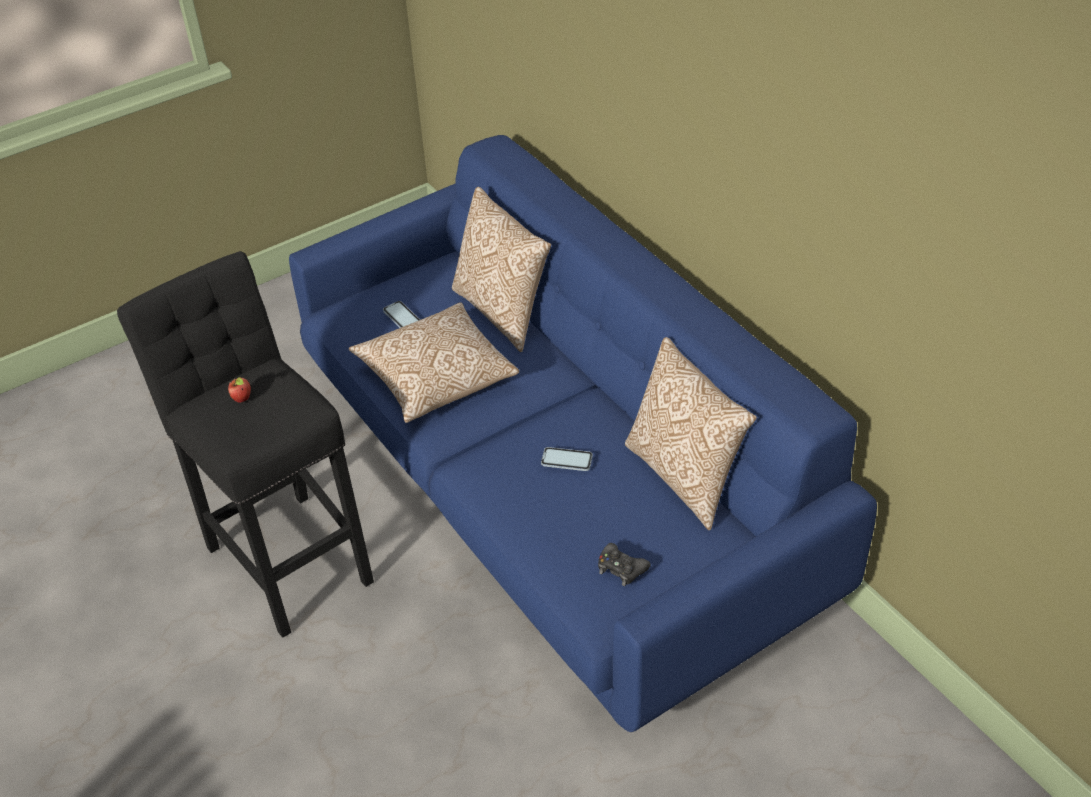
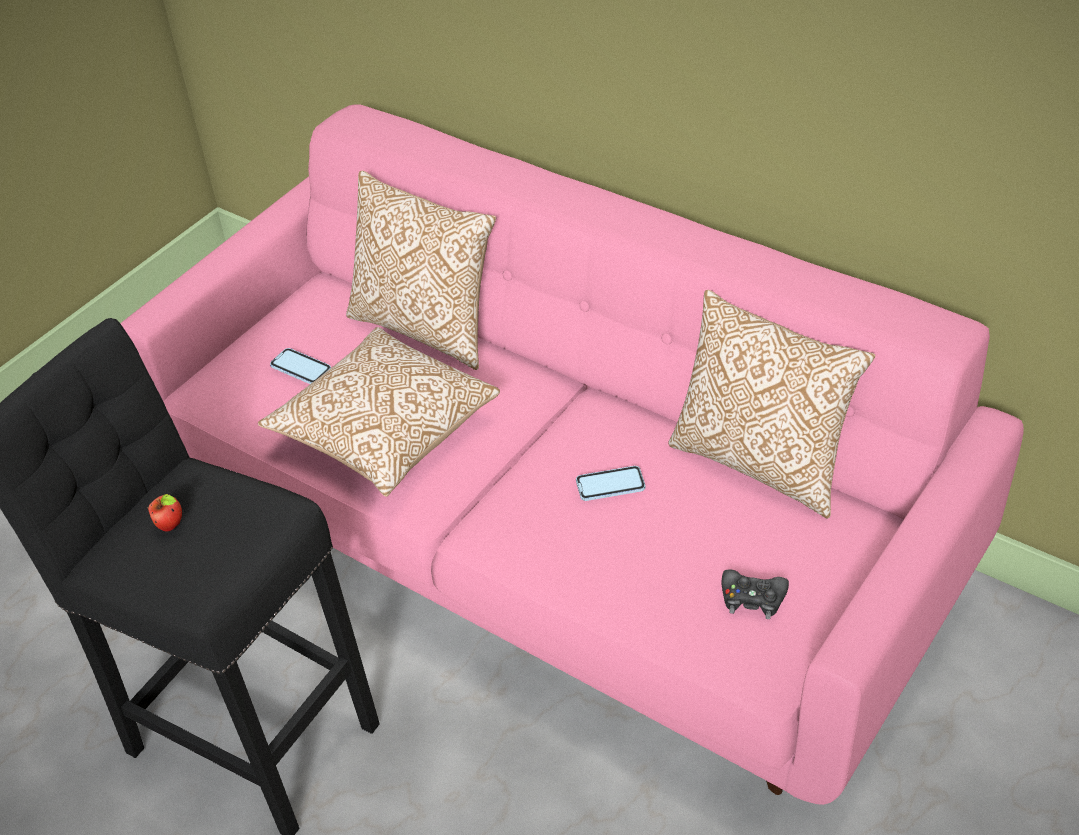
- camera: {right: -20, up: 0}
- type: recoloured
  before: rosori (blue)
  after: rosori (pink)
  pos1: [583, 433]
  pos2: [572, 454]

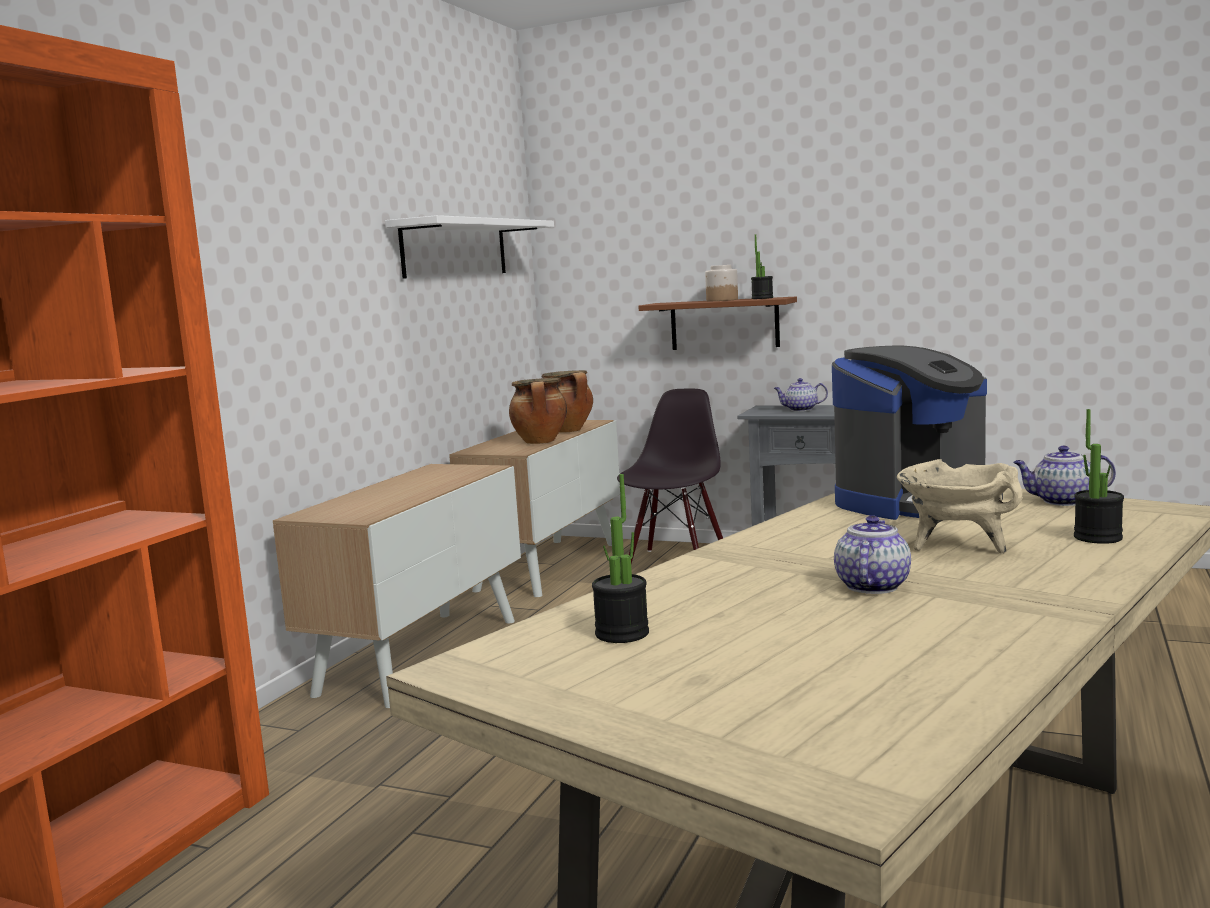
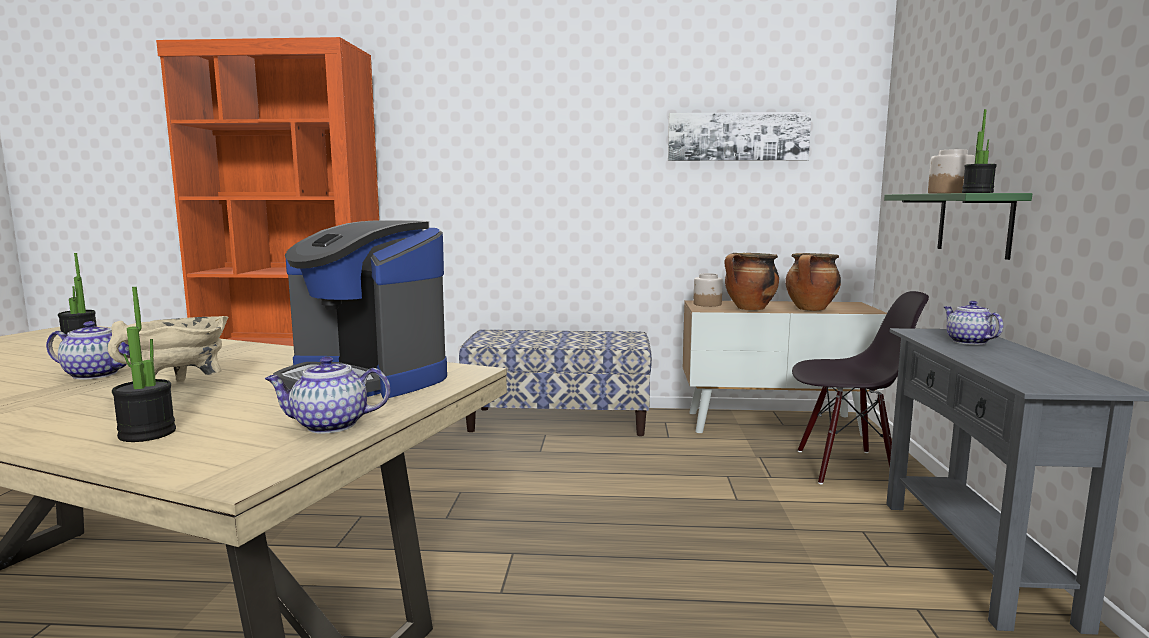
- camera: {right: 70, up: 0}
- type: replaced
  before: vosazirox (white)
  after: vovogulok
  pos1: [469, 247]
  pos2: [739, 136]
- type: recoloured
  before: vosazirox (brown)
  after: vosazirox (green)
  pos1: [717, 323]
  pos2: [958, 226]
- type: turned
  before: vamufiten
  pos1: [1064, 476]
  pos2: [327, 394]
  turn: -90
- type: replaced
  before: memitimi
  after: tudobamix
  pos1: [397, 586]
  pos2: [555, 383]
- type: added
  after: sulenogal
  pos2: [708, 290]

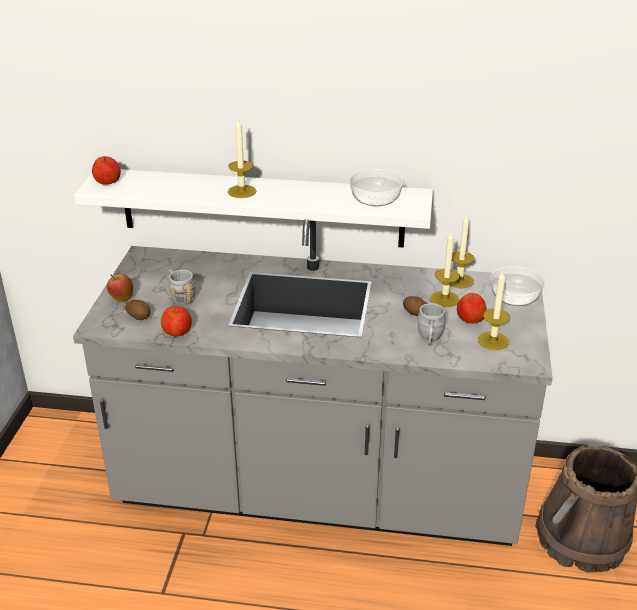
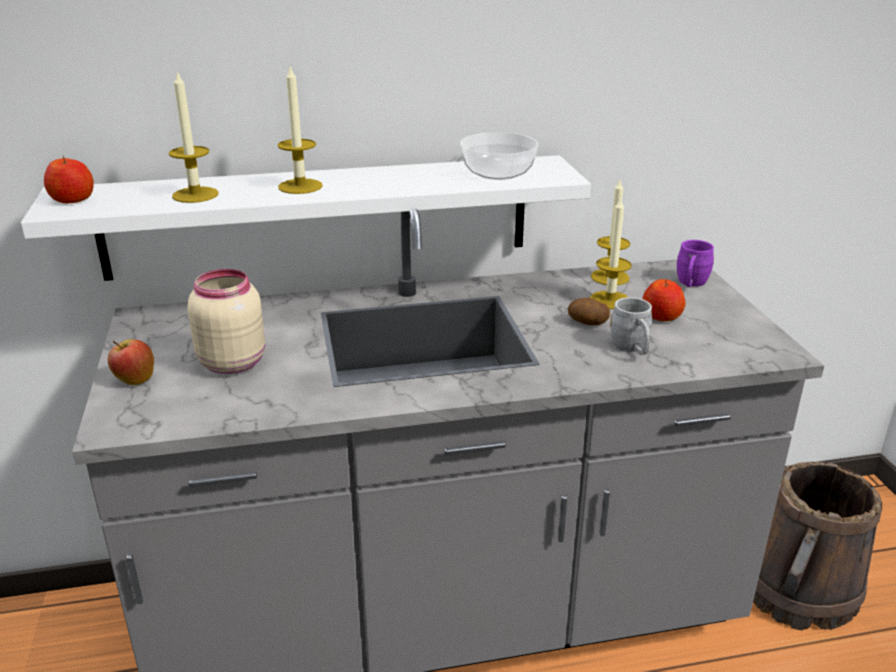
- camera: {right: -20, up: -5}
- type: replaced
  before: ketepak
  after: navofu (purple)
  pos1: [517, 286]
  pos2: [695, 263]
- type: replaced
  before: navofu (grey)
  after: sulenogal (beige)
  pos1: [181, 287]
  pos2: [226, 321]
- type: moved
  before: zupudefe
  pos1: [494, 310]
  pos2: [194, 137]
- type: removed
  before: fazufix
  pos1: [138, 310]
- type: removed
  before: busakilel
  pos1: [176, 321]

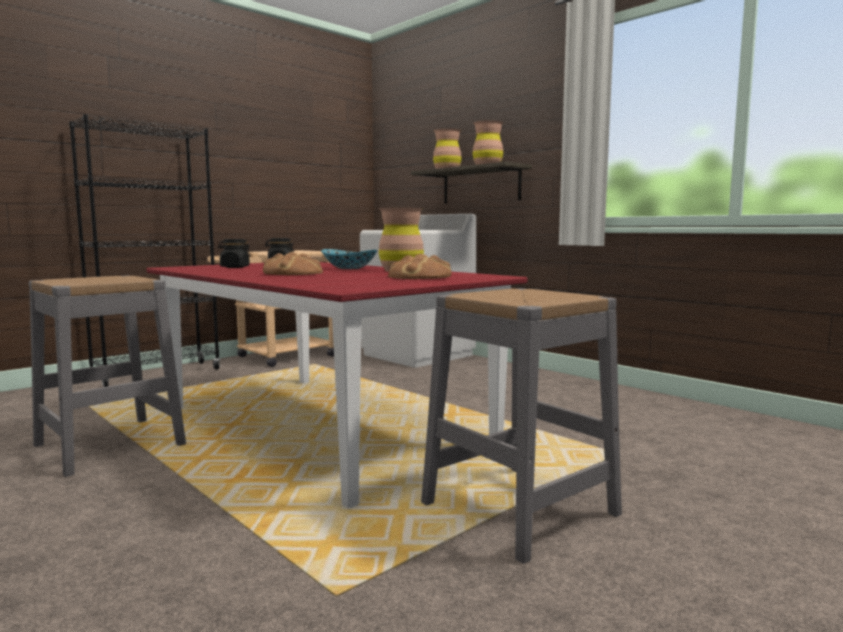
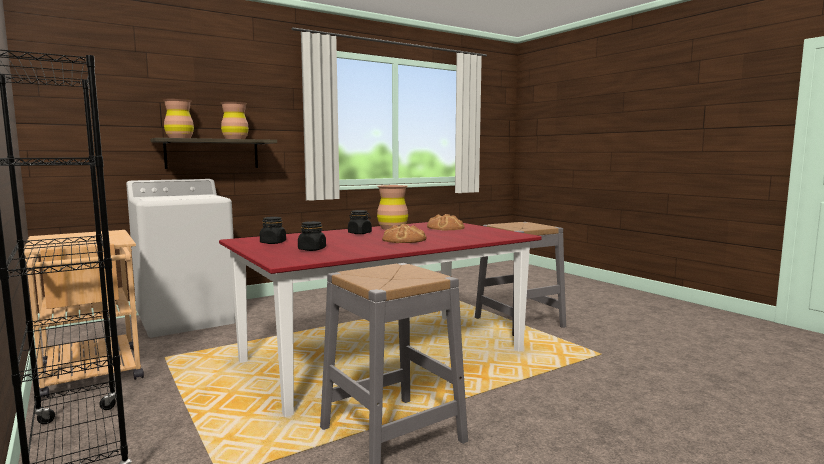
- camera: {right: -80, up: 0}
- type: replaced
  before: ketepak
  after: sulenogal (black)
  pos1: [349, 259]
  pos2: [360, 222]

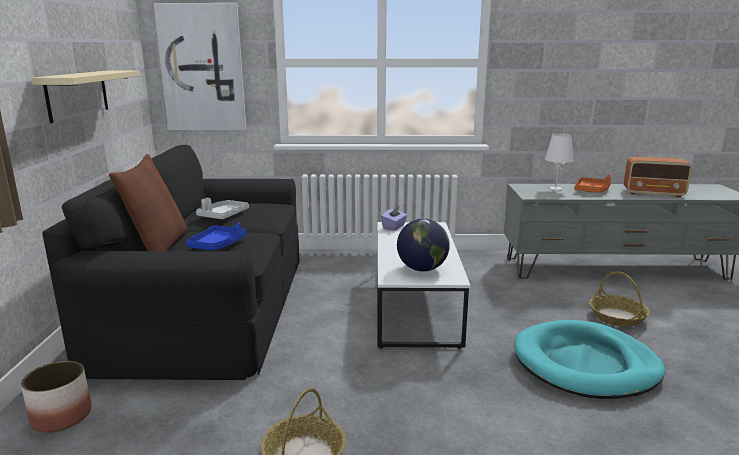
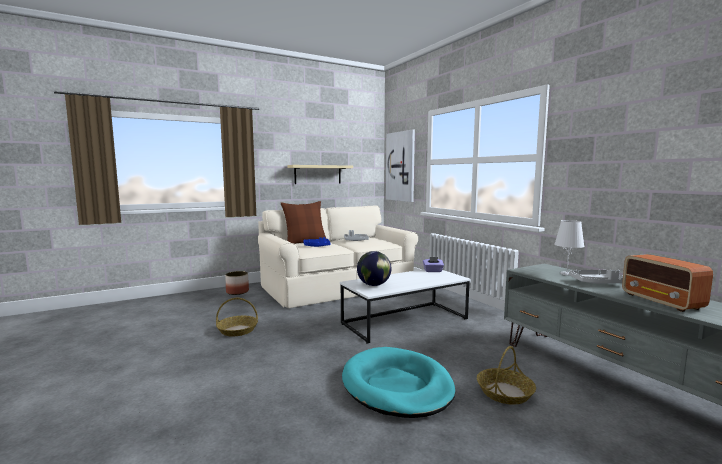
- camera: {right: 60, up: -10}
- type: recoloured
  before: rosori (black)
  after: rosori (beige)
  pos1: [170, 262]
  pos2: [338, 257]
- type: recoloured
  before: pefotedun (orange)
  after: pefotedun (grey)
  pos1: [592, 184]
  pos2: [596, 277]

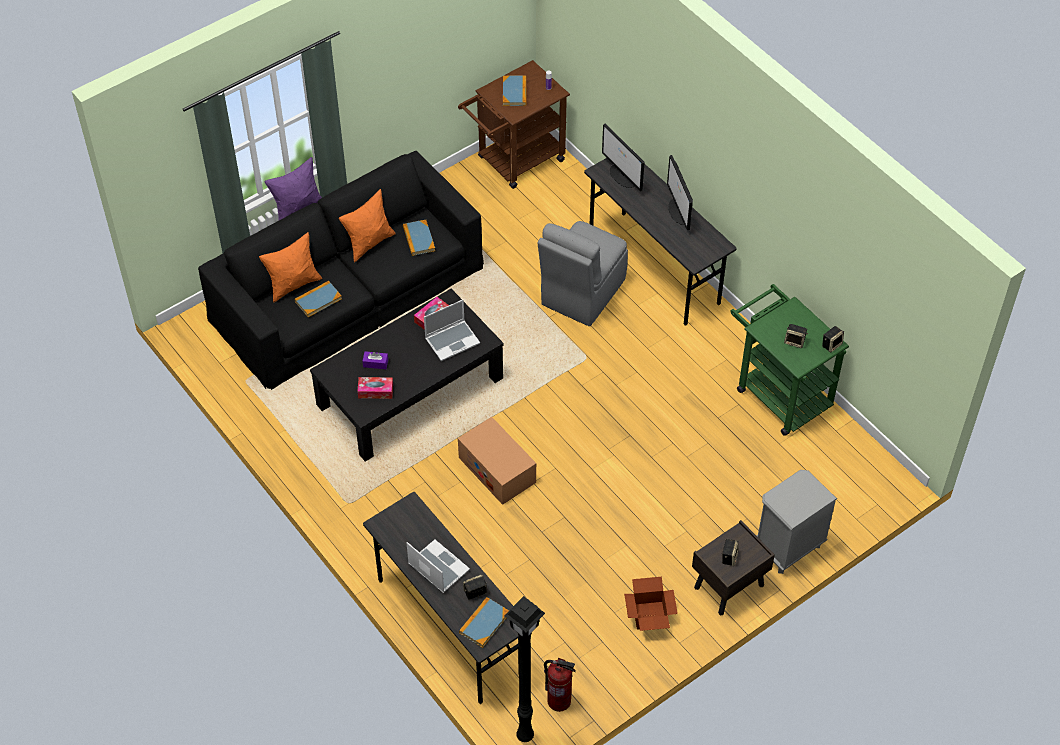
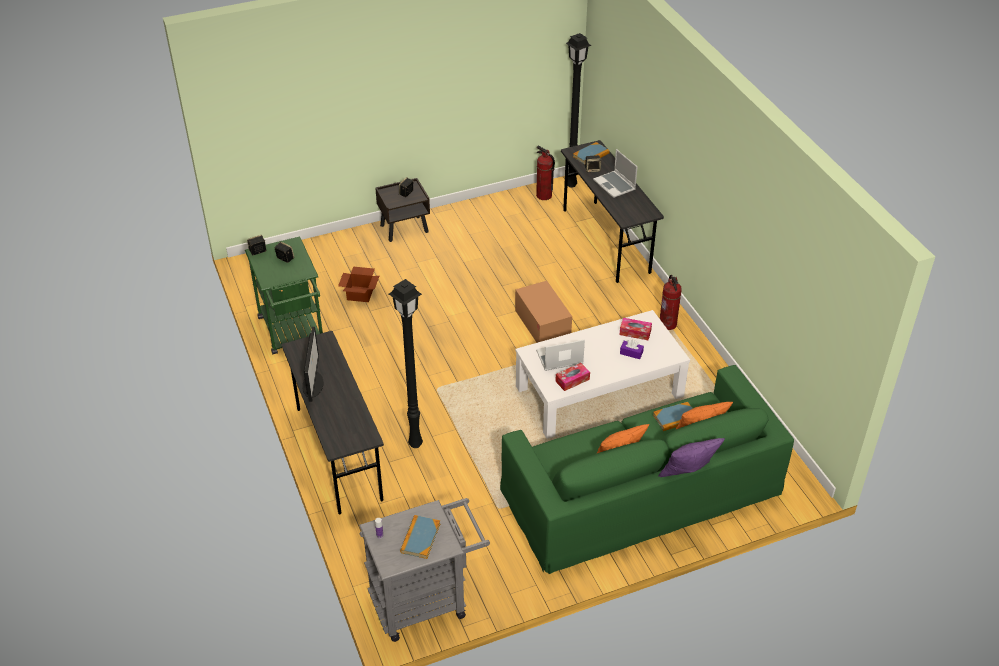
- camera: {right: -165, up: -10}
- type: recoloured
  before: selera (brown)
  after: selera (grey)
  pos1: [514, 124]
  pos2: [424, 570]
- type: removed
  before: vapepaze
  pos1: [623, 157]
- type: recoloured
  before: rosori (black)
  after: rosori (green)
  pos1: [341, 270]
  pos2: [647, 469]
- type: removed
  before: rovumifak
  pos1: [419, 238]
- type: replaced
  before: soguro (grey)
  after: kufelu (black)
  pos1: [583, 273]
  pos2: [406, 363]
- type: recoloured
  before: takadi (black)
  after: takadi (white)
  pos1: [406, 375]
  pos2: [602, 374]
- type: removed
  before: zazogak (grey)
  pos1: [796, 522]
- type: moved
  before: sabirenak
  pos1: [651, 604]
  pos2: [358, 284]
- type: added
  after: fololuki
  pos2: [671, 302]

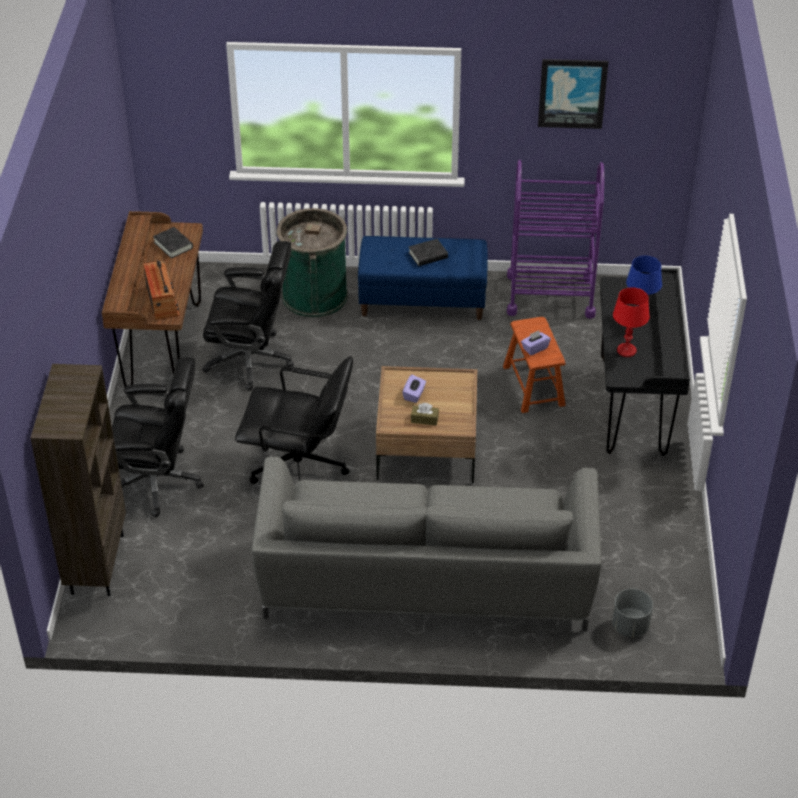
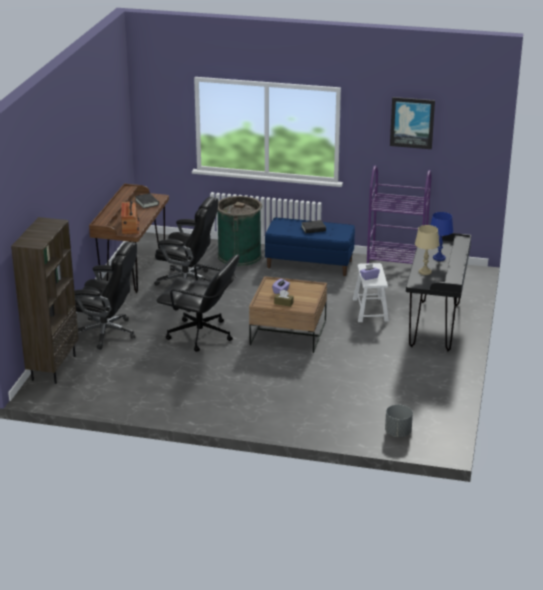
- camera: {right: 10, up: -15}
- type: recoloured
  before: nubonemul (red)
  after: nubonemul (beige)
  pos1: [631, 322]
  pos2: [427, 250]
- type: recoloured
  before: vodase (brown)
  after: vodase (white)
  pos1: [534, 365]
  pos2: [371, 292]
- type: removed
  before: rosori (grey)
  pos1: [427, 544]

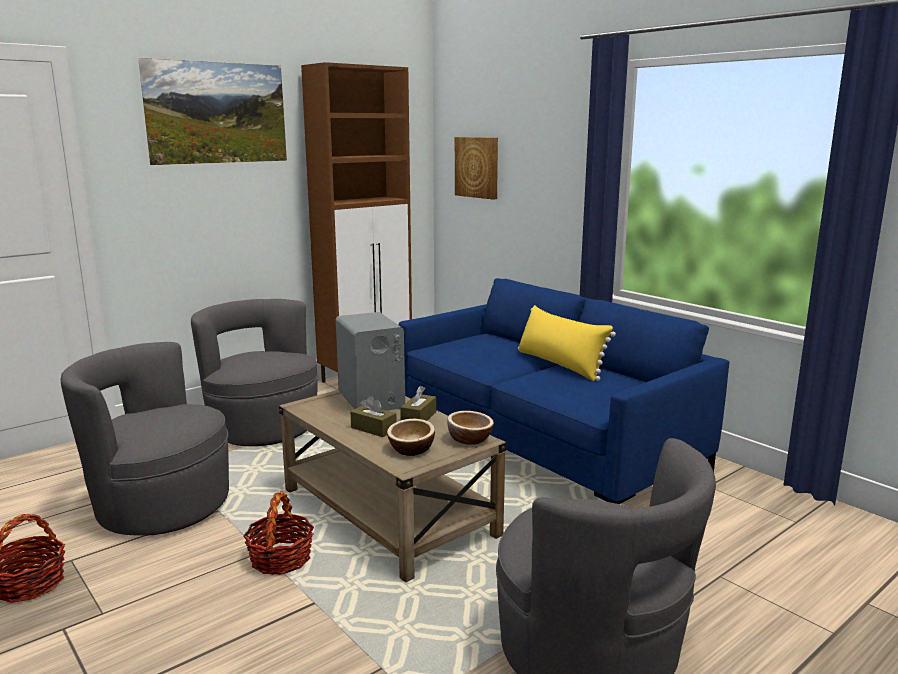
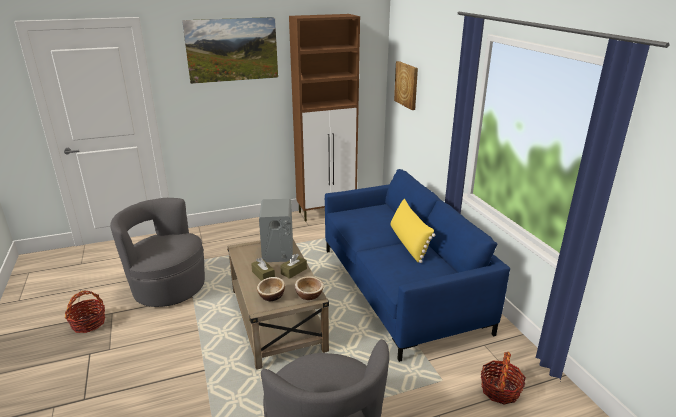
- camera: {right: 20, up: 10}
- type: removed
  before: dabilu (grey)
  pos1: [254, 372]
- type: moved
  before: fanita
  pos1: [278, 533]
  pos2: [503, 378]

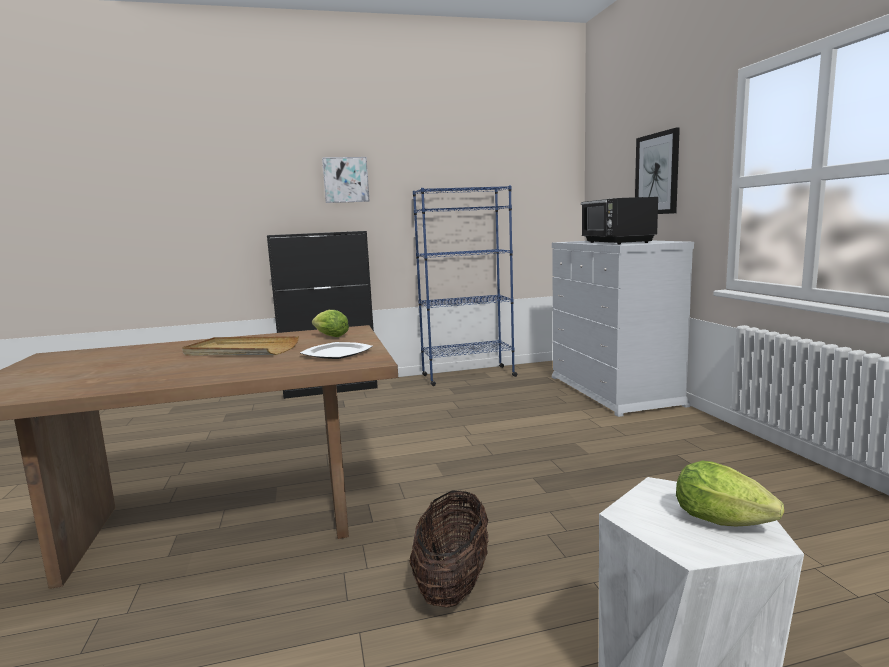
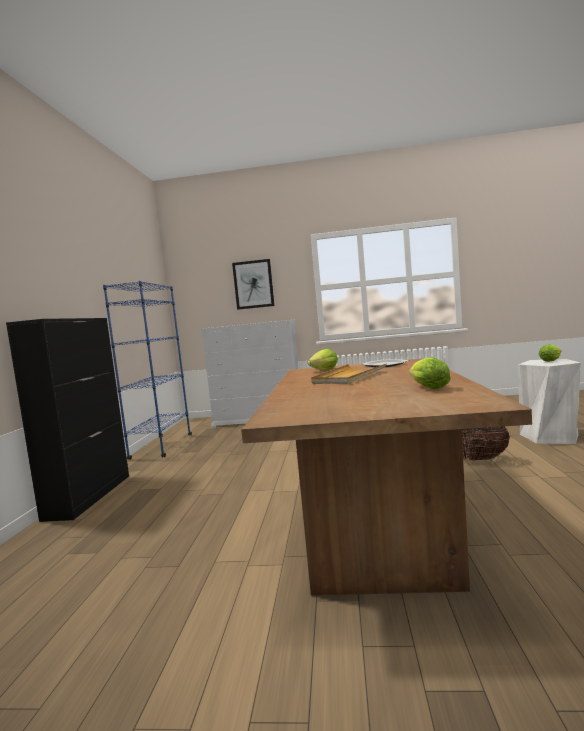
- camera: {right: -70, up: -5}
- type: removed
  before: vovogulok
  pos1: [346, 180]
- type: removed
  before: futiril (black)
  pos1: [619, 220]
- type: added
  after: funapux
  pos2: [430, 373]

